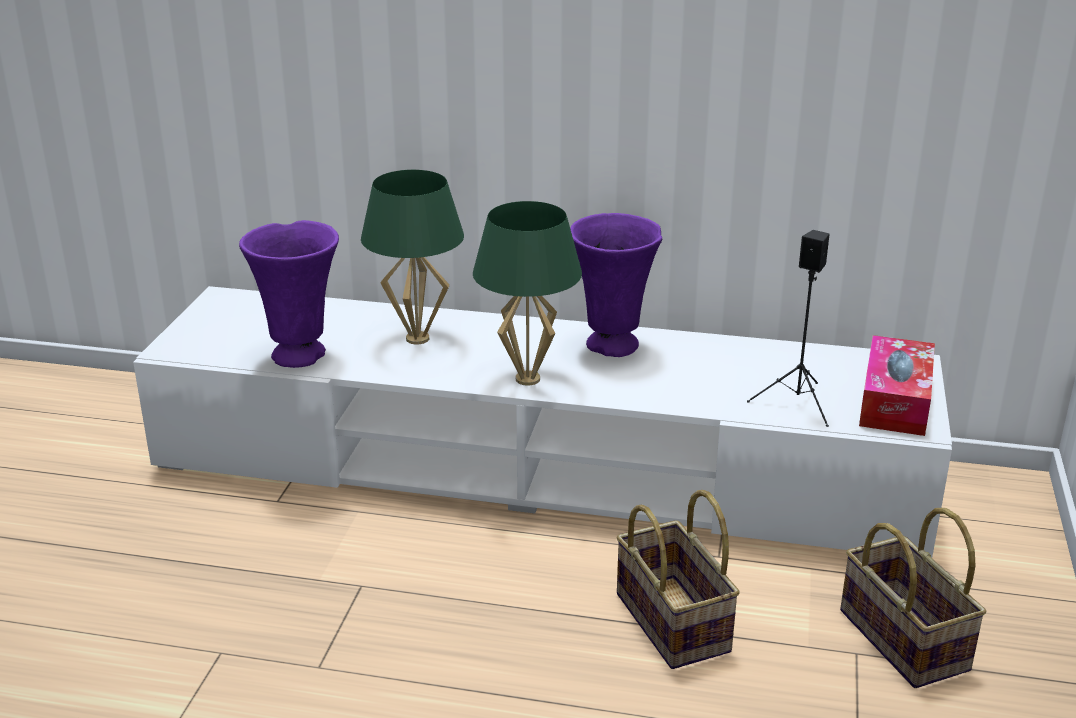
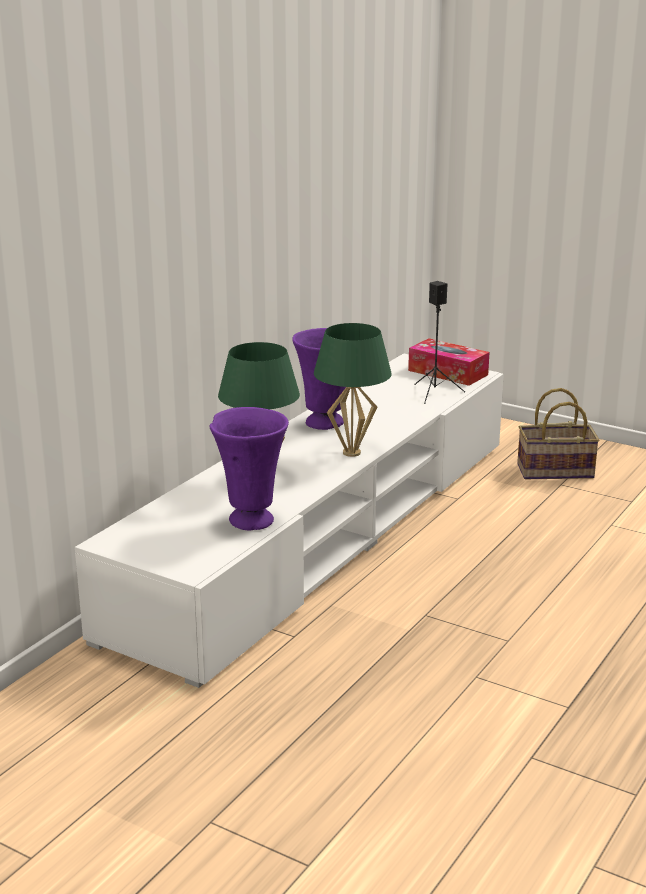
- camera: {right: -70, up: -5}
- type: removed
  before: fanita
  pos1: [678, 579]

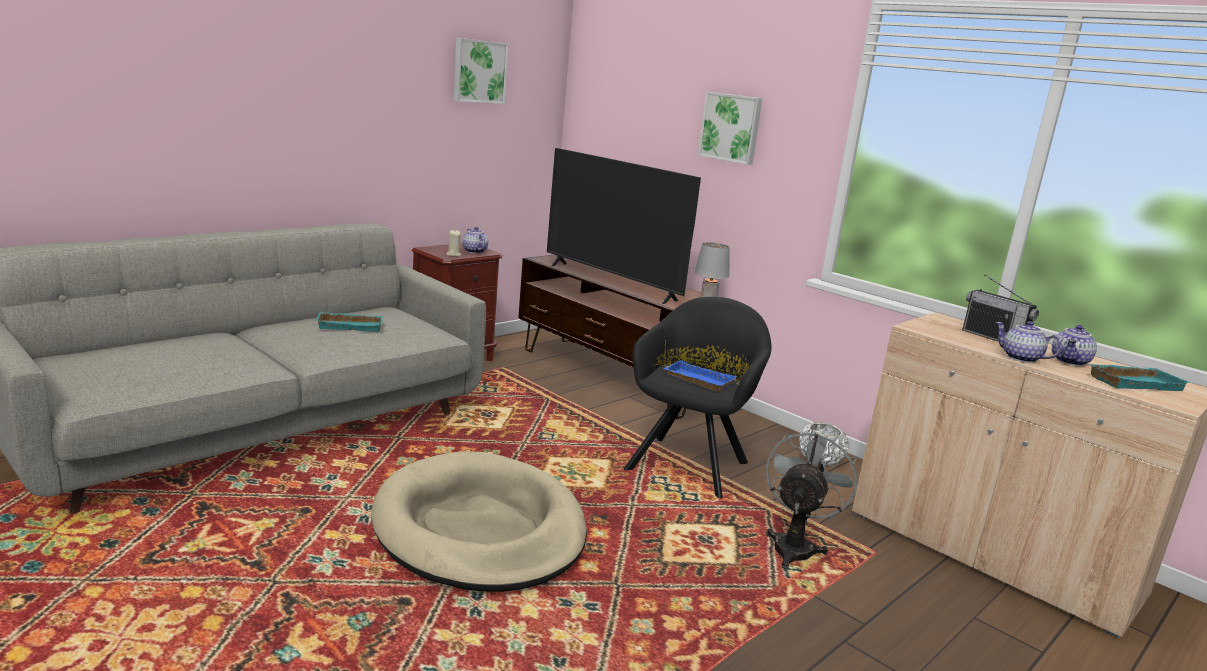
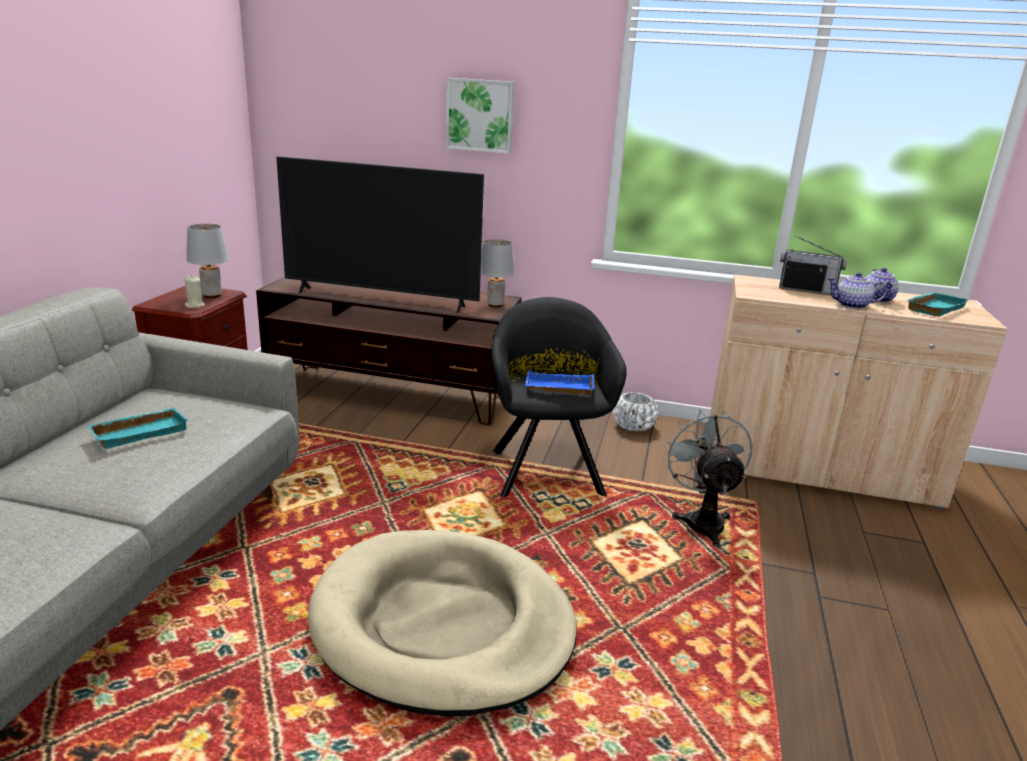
- camera: {right: -30, up: 5}
- type: removed
  before: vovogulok
  pos1: [481, 71]
- type: replaced
  before: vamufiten
  after: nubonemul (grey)
  pos1: [475, 240]
  pos2: [208, 261]

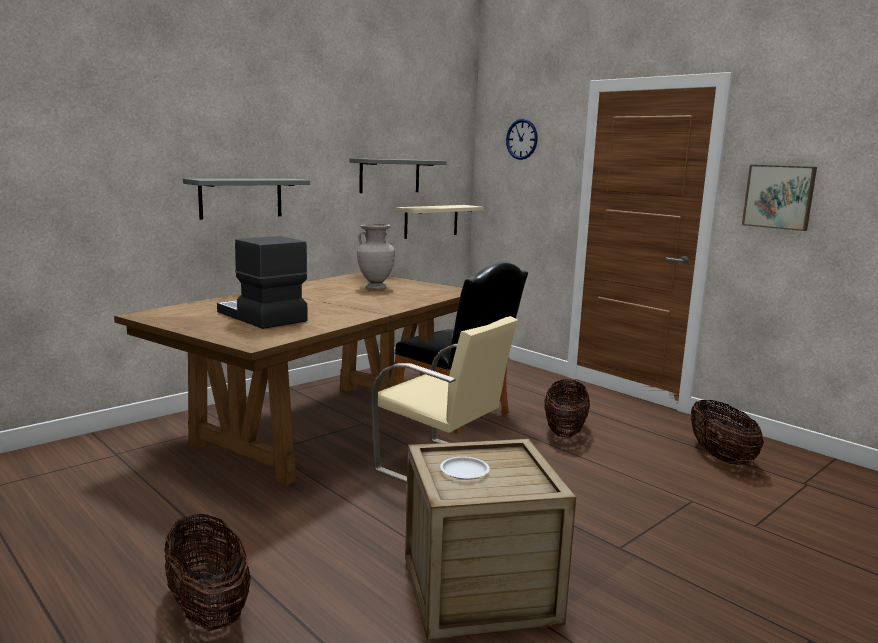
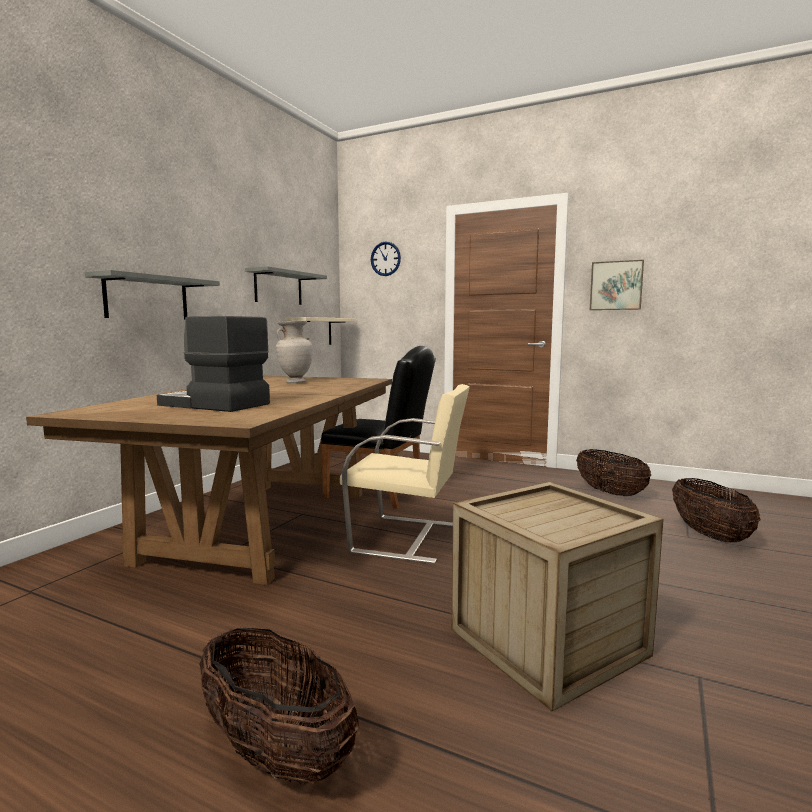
- camera: {right: -20, up: -5}
- type: moved
  before: fanita
  pos1: [567, 408]
  pos2: [716, 510]
- type: removed
  before: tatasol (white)
  pos1: [465, 468]

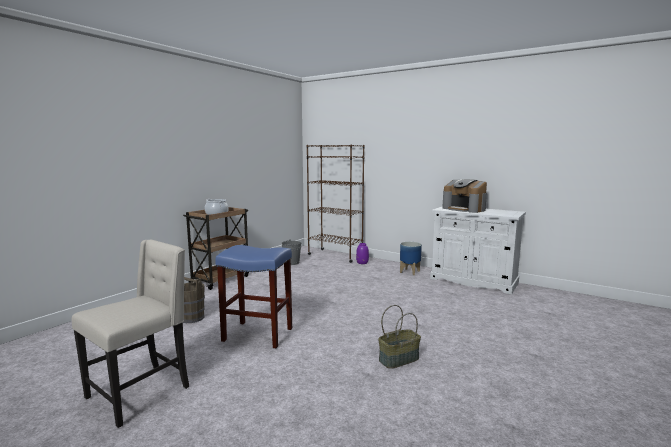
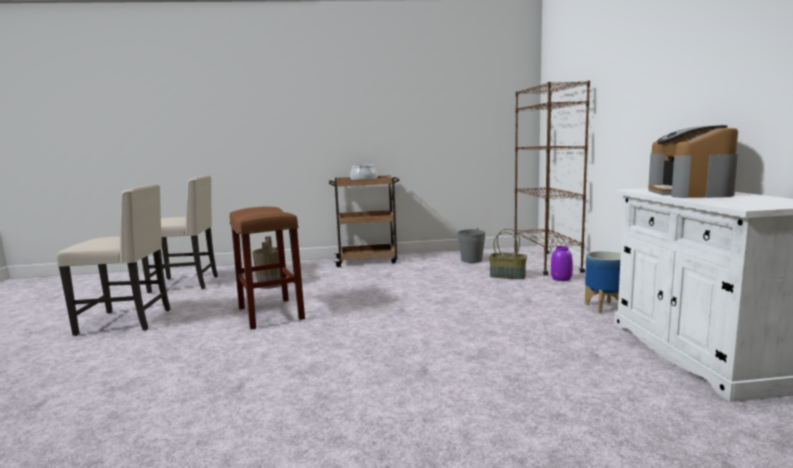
- camera: {right: 50, up: 0}
- type: recoloured
  before: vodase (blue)
  after: vodase (brown)
  pos1: [253, 296]
  pos2: [267, 268]
- type: moved
  before: fanita
  pos1: [399, 337]
  pos2: [508, 253]
- type: added
  after: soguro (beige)
  pos2: [180, 234]

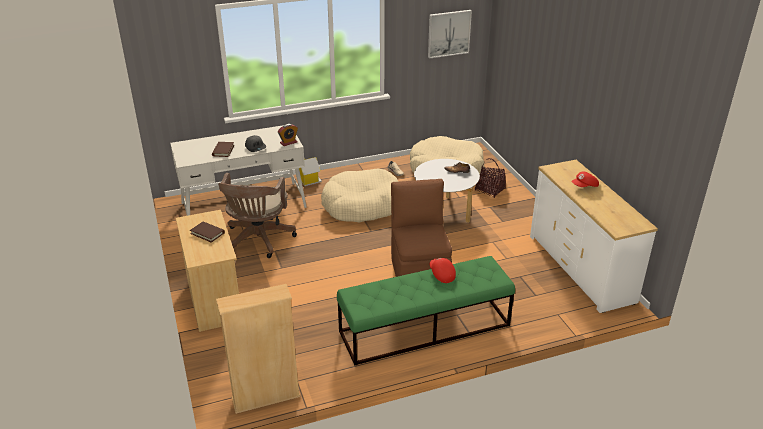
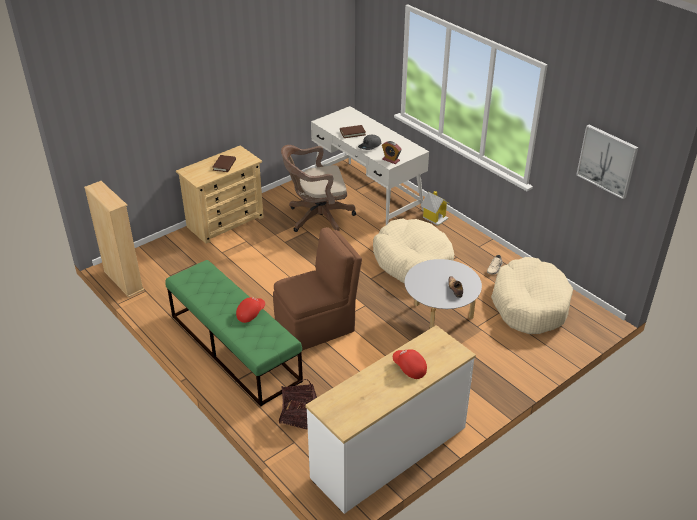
- camera: {right: 70, up: 5}
- type: moved
  before: fanita
  pos1: [490, 178]
  pos2: [298, 404]

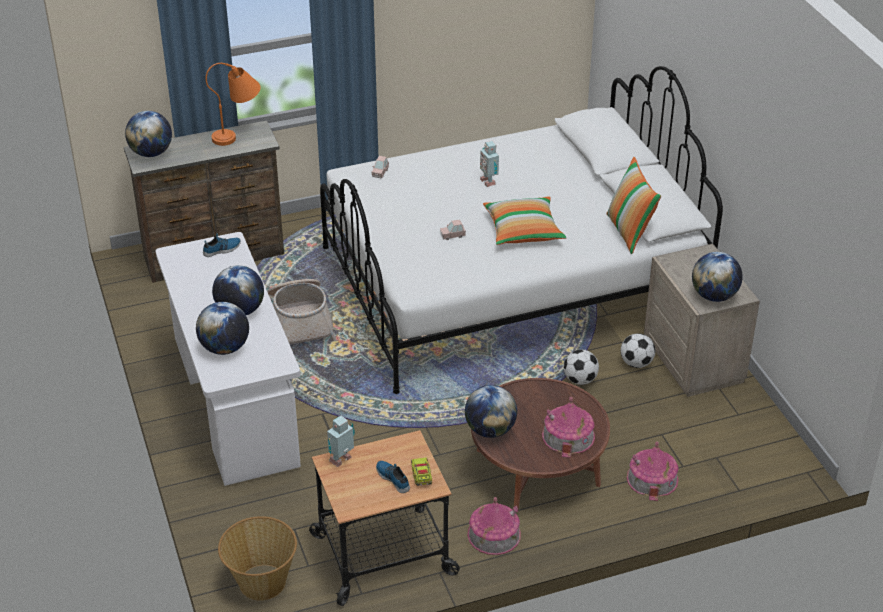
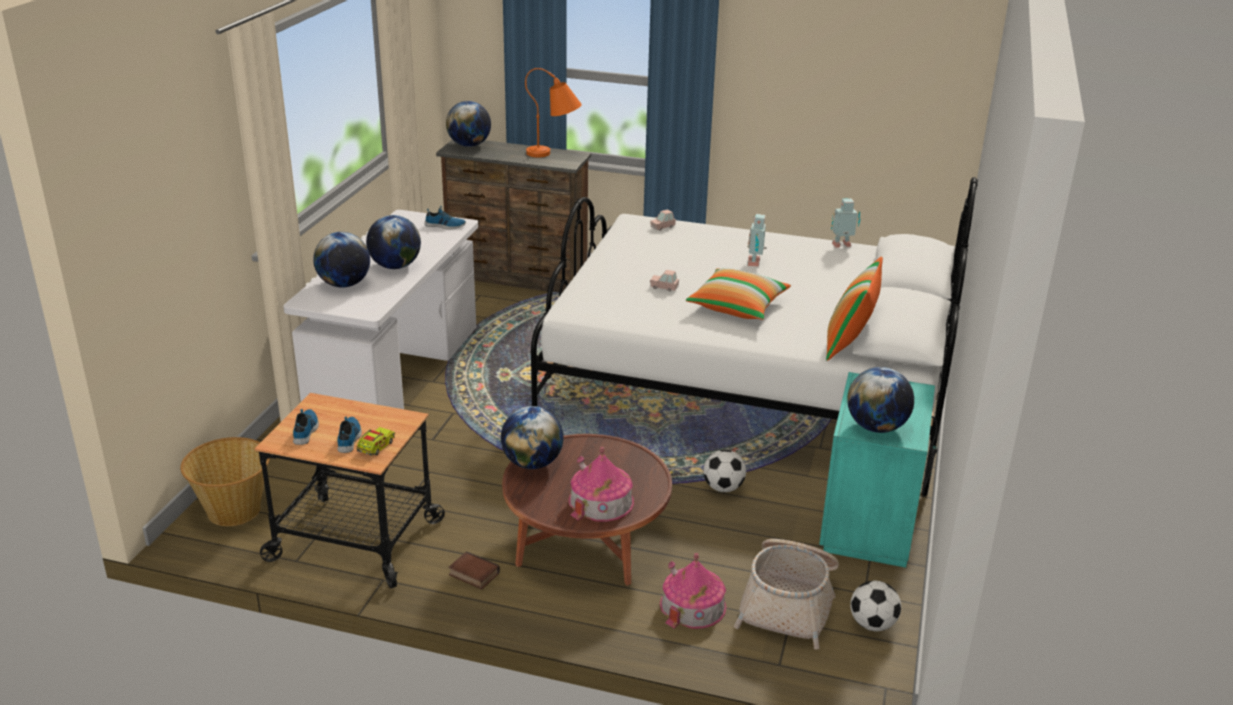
- camera: {right: 35, up: -10}
- type: recoloured
  before: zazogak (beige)
  after: zazogak (turquoise)
  pos1: [702, 320]
  pos2: [878, 470]
- type: moved
  before: fanita
  pos1: [301, 311]
  pos2: [786, 594]
- type: moved
  before: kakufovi
  pos1: [638, 350]
  pos2: [875, 606]
- type: moved
  before: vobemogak
  pos1: [341, 441]
  pos2: [845, 223]
- type: replaced
  before: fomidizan
  after: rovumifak
  pos1: [494, 526]
  pos2: [474, 570]
- type: added
  after: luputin
  pos2: [306, 427]

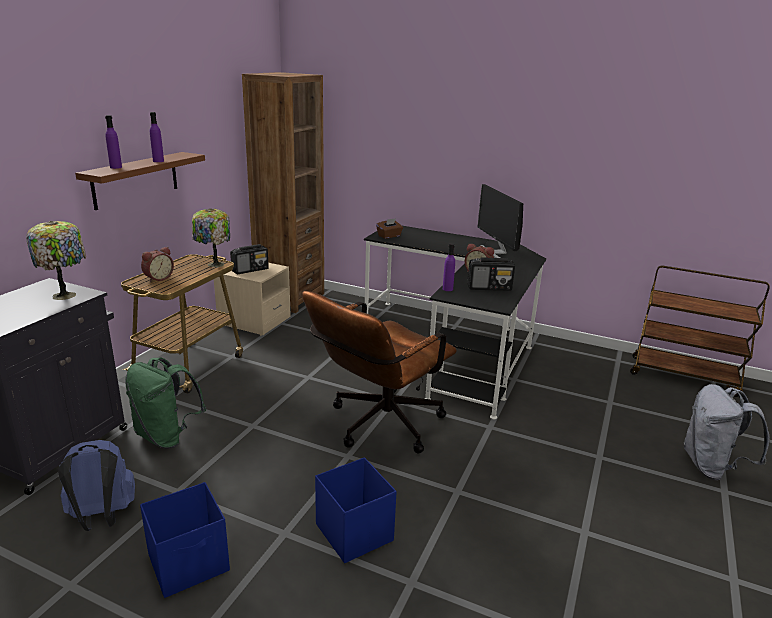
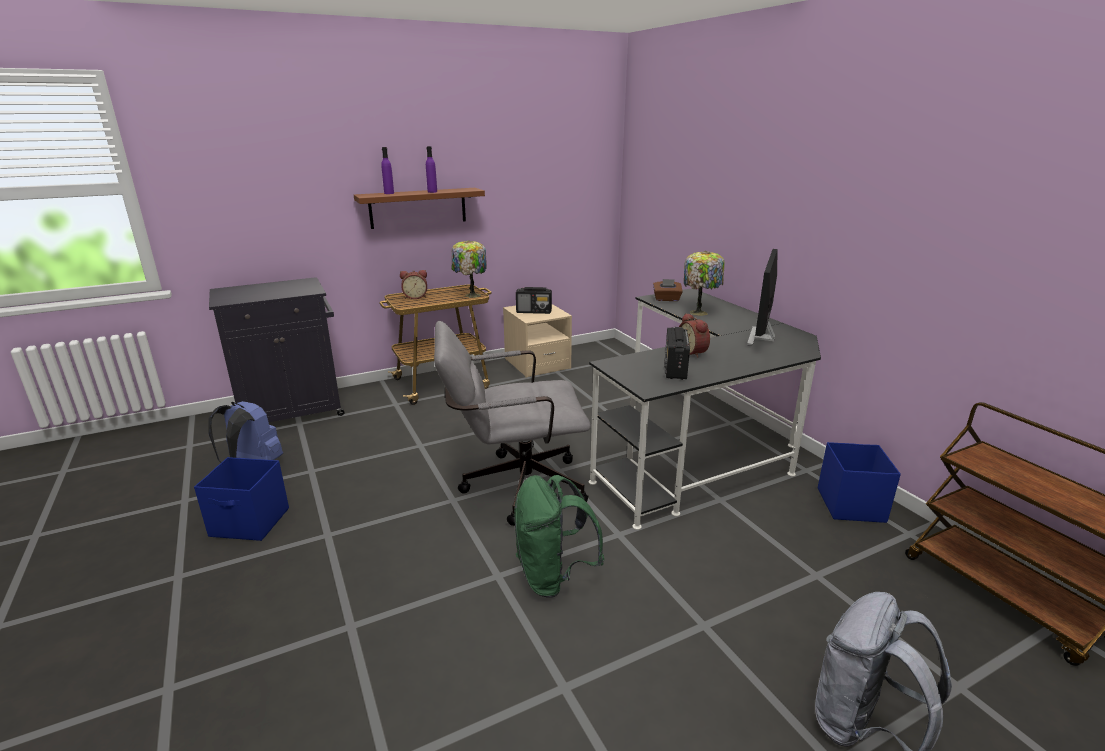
- camera: {right: 40, up: 0}
- type: removed
  before: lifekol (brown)
  pos1: [283, 192]
- type: moved
  before: nubonemul
  pos1: [56, 260]
  pos2: [704, 283]
- type: removed
  before: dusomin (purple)
  pos1: [449, 267]
- type: turned
  before: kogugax
  pos1: [491, 274]
  pos2: [677, 353]
  turn: 60
- type: recoloured
  before: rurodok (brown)
  after: rurodok (grey)
  pos1: [379, 372]
  pos2: [512, 423]
- type: moved
  before: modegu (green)
  pos1: [165, 403]
  pos2: [559, 536]
- type: moved
  before: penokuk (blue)
  pos1: [356, 510]
  pos2: [859, 482]

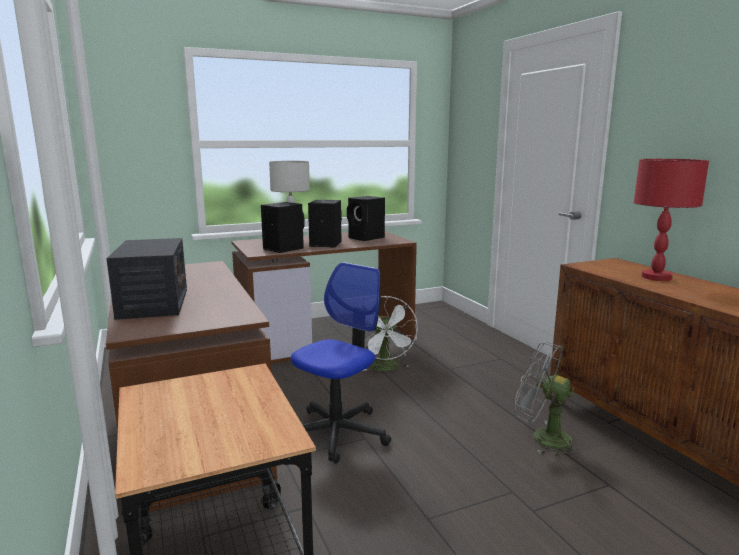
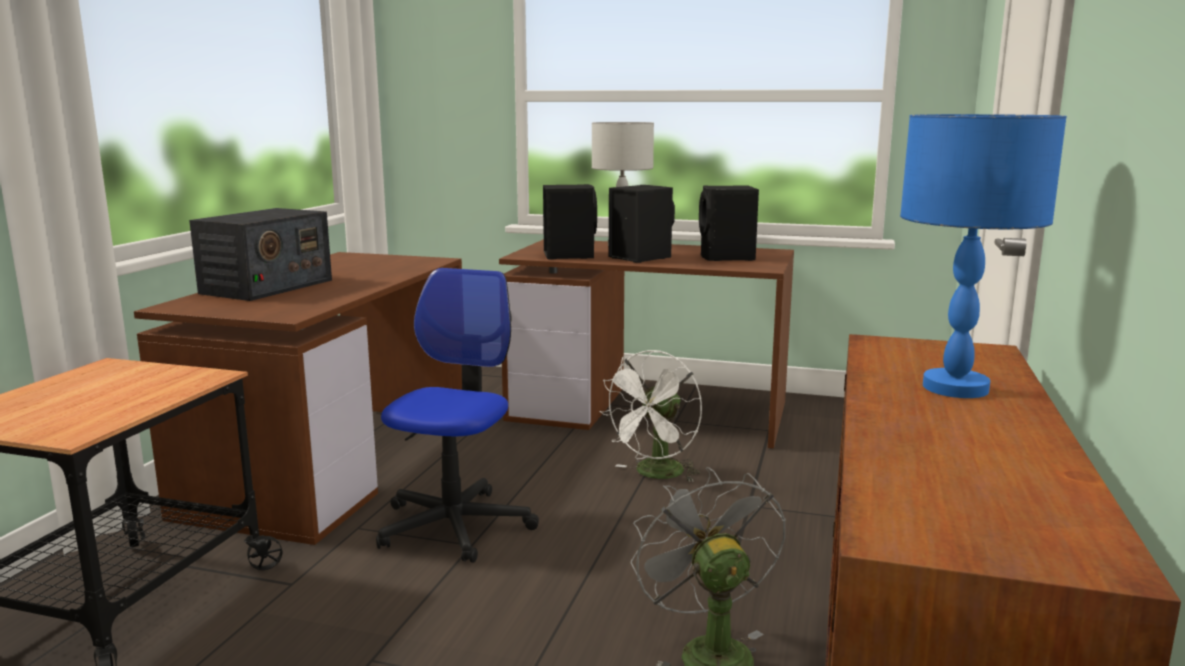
- camera: {right: 40, up: 0}
- type: recoloured
  before: nubonemul (red)
  after: nubonemul (blue)
  pos1: [671, 220]
  pos2: [983, 256]
- type: turned
  before: rurodok
  pos1: [341, 363]
  pos2: [457, 415]
  turn: -60

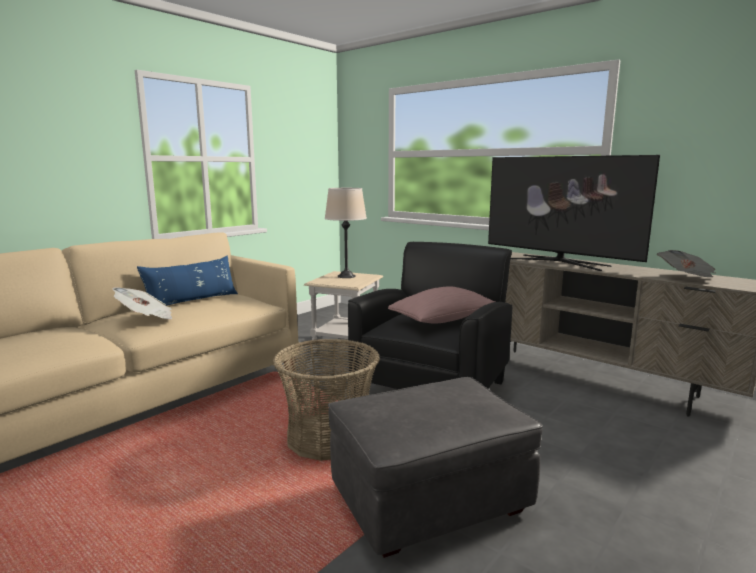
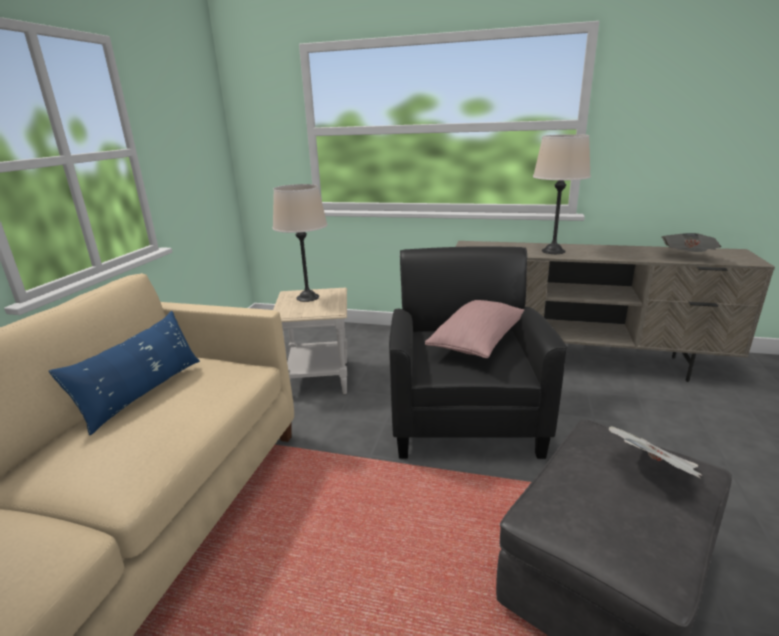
- camera: {right: -25, up: 10}
- type: replaced
  before: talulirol
  after: nubonemul (beige)
  pos1: [574, 213]
  pos2: [562, 194]
- type: moved
  before: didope
  pos1: [142, 303]
  pos2: [656, 452]
- type: removed
  before: fanita
  pos1: [326, 399]

